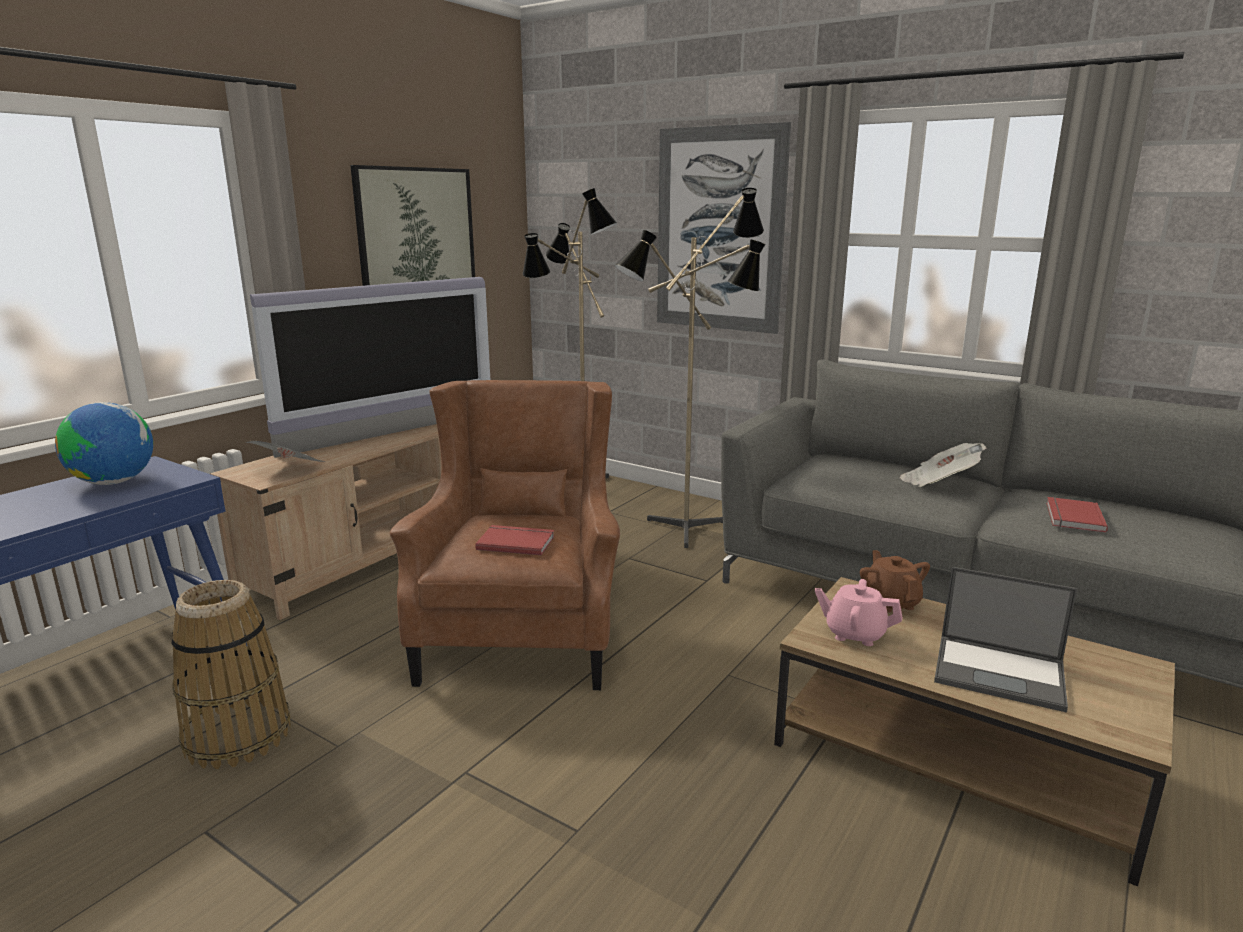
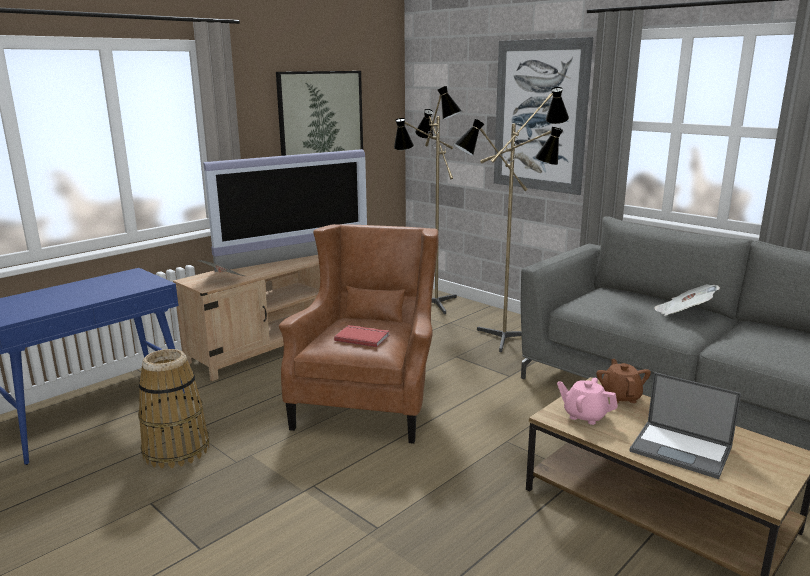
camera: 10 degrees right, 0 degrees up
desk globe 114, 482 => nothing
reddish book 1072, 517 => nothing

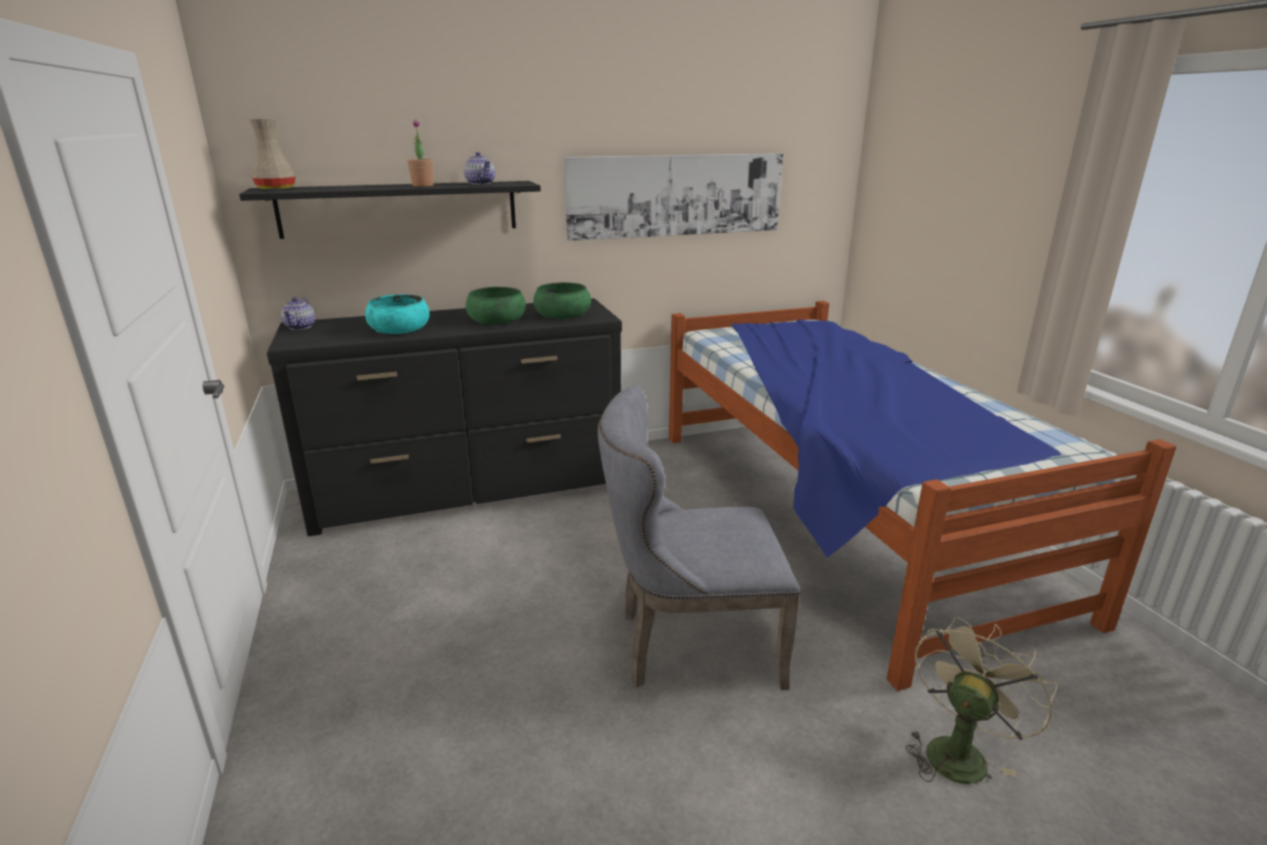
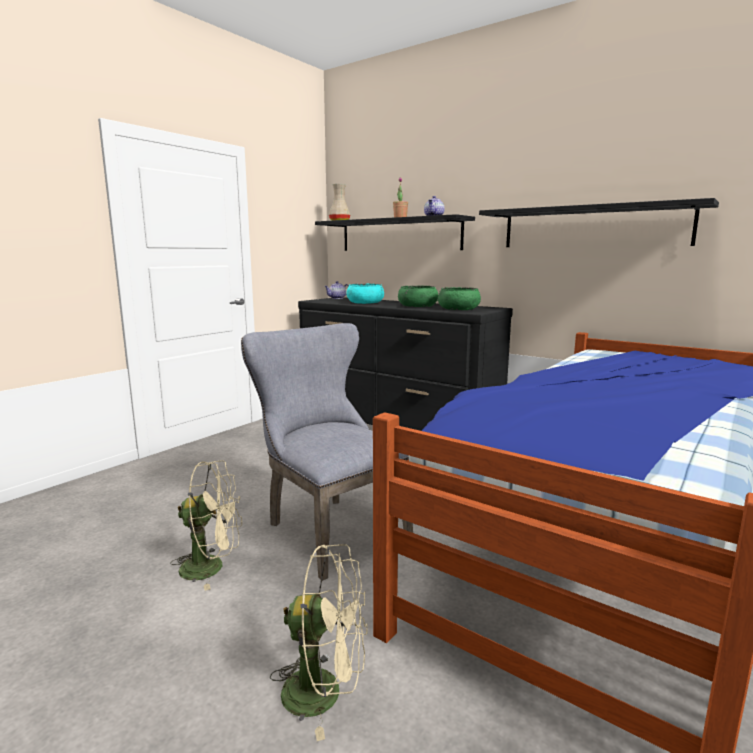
camera: 55 degrees right, 10 degrees down
wall art 676, 195 => black shelf 593, 227
nothing => beige-coloured electric fan 212, 567

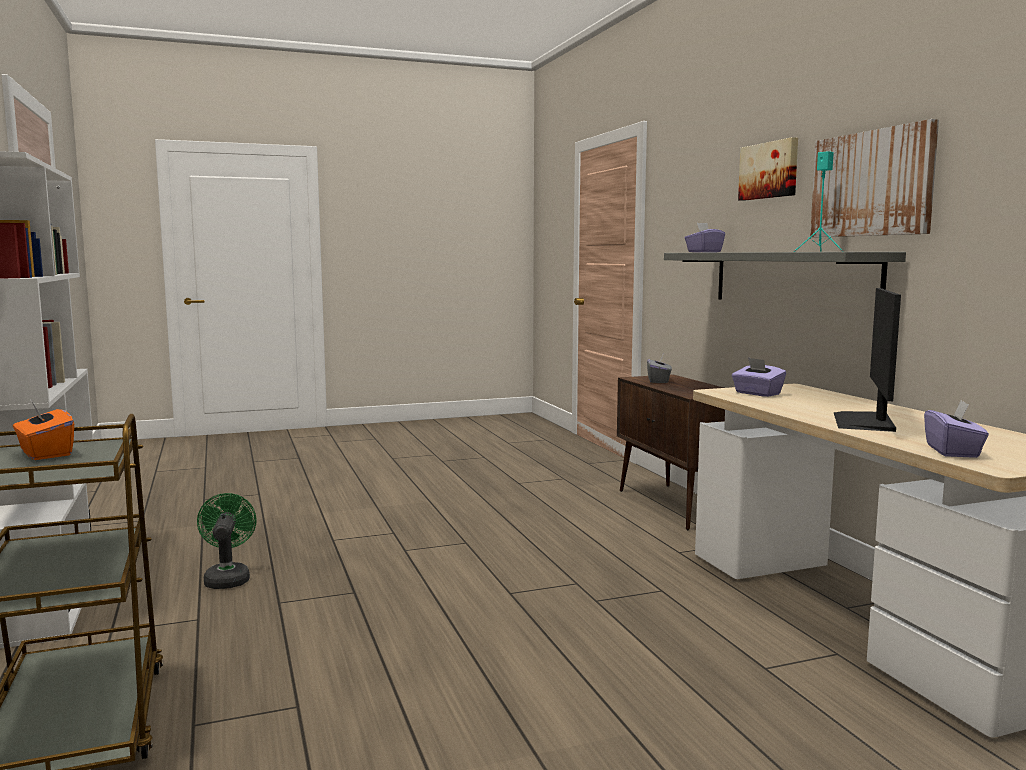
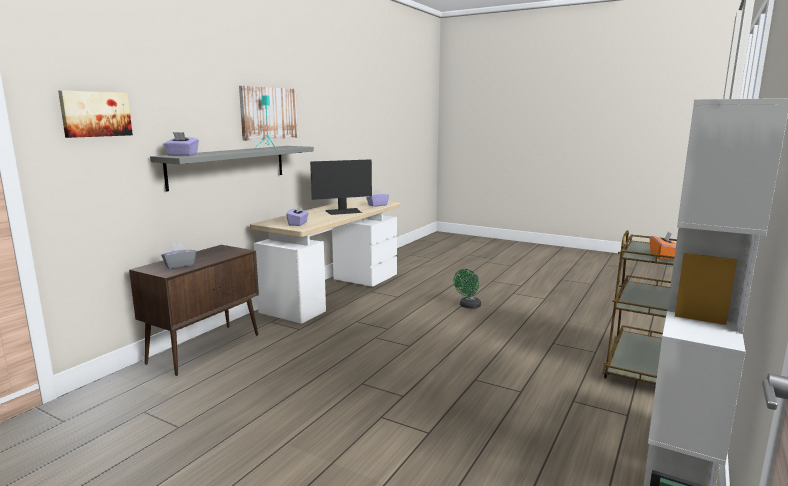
camera: 130 degrees left, 5 degrees up
greenish electric fan 227, 578 => greenish electric fan 468, 306, shifted
wall art 769, 170 => wall art 95, 114, shifted

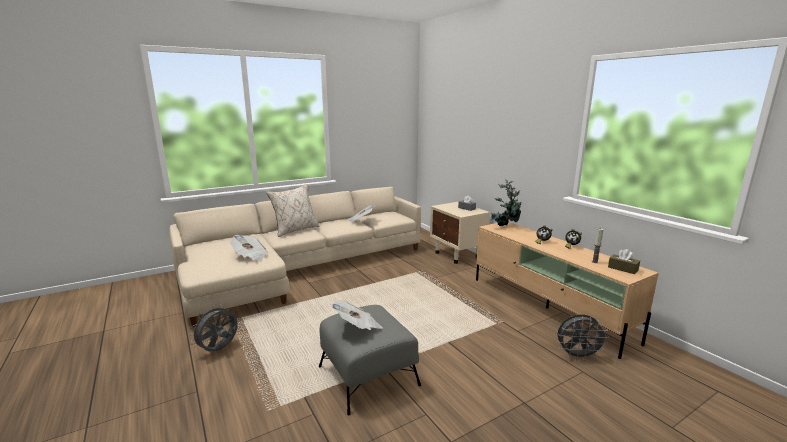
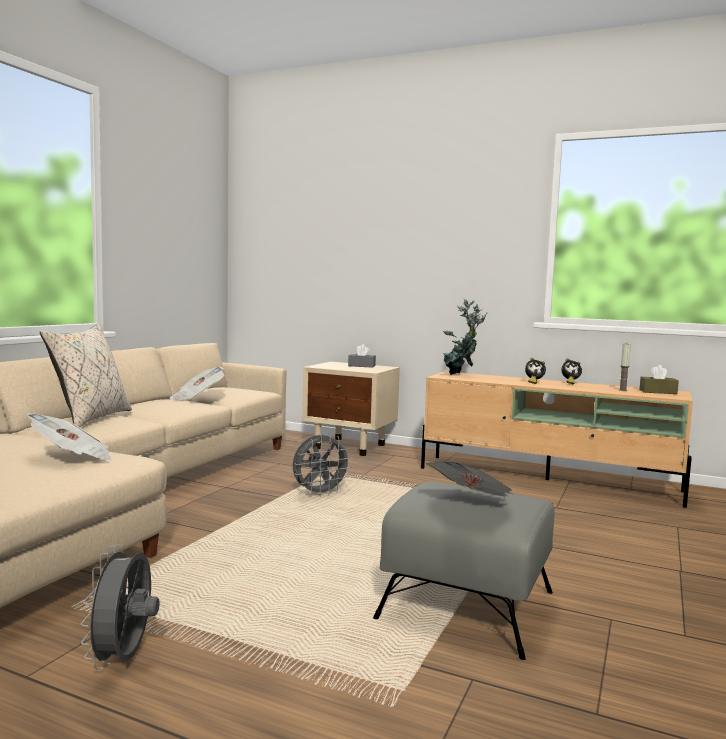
camera: 35 degrees left, 10 degrees down
gray electric fan 577, 356 => gray electric fan 320, 494, shifted

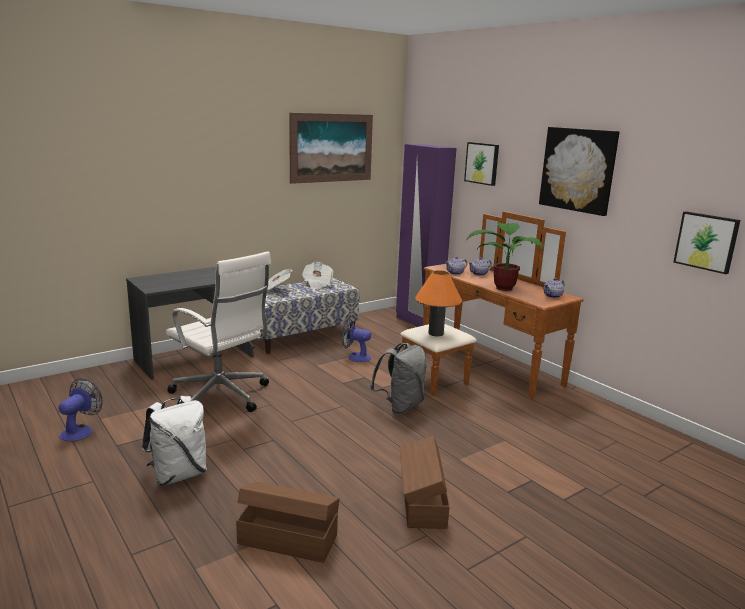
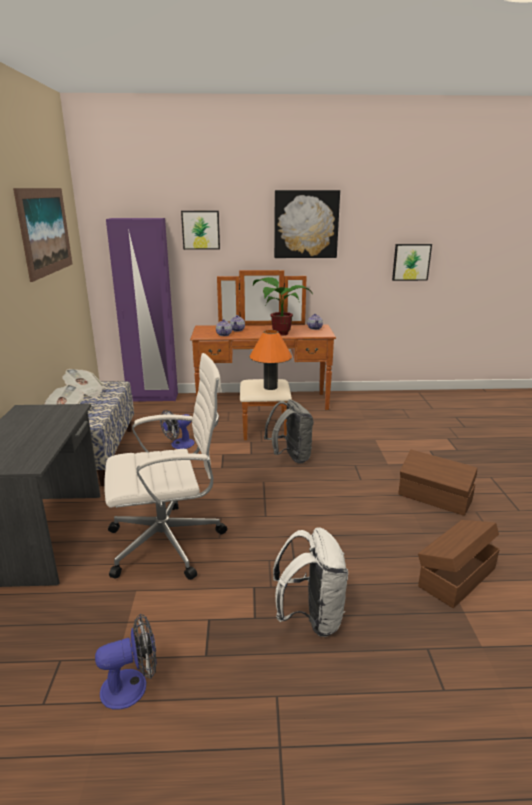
camera: 55 degrees left, 5 degrees up
electric fan 80, 431 => electric fan 132, 686, 105 degrees clockwise

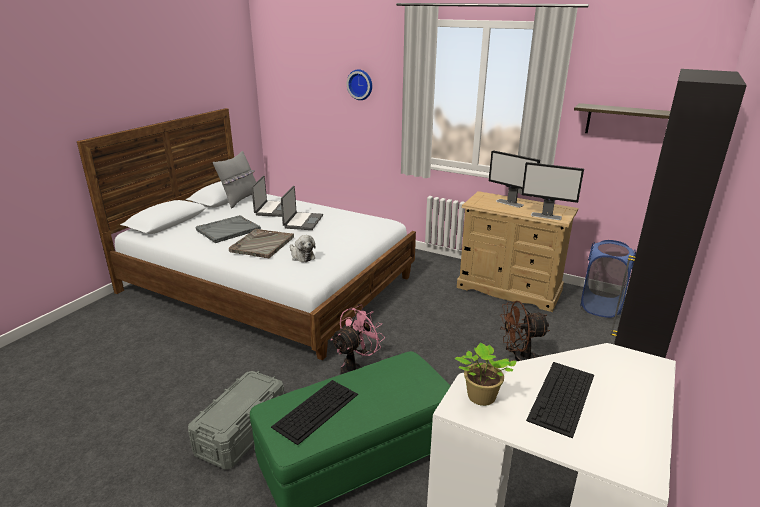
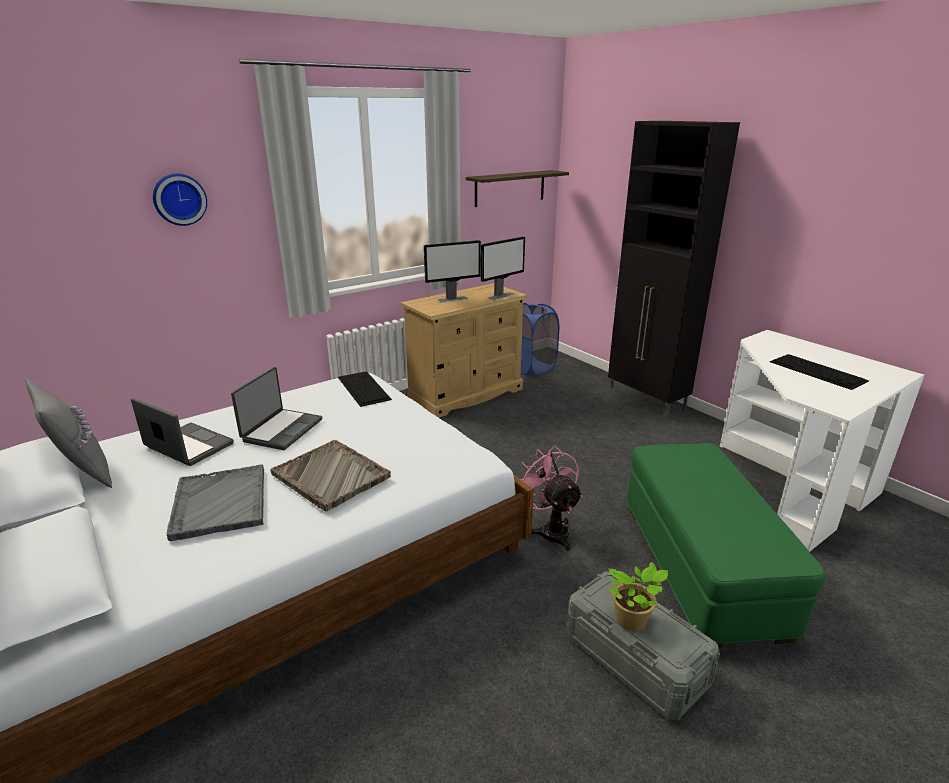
camera: 65 degrees left, 0 degrees up
computer keyboard 316, 409 => computer keyboard 363, 388, shifted
laptop 302, 222 => laptop 281, 430, 75 degrees clockwise
cuddly toy 302, 256 => nothing
plant in a pot 480, 398 => plant in a pot 632, 622, shifted
brownish electric fan 518, 360 => nothing

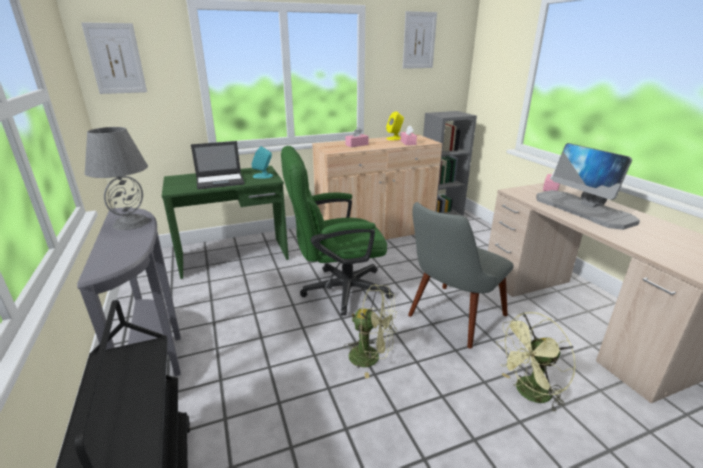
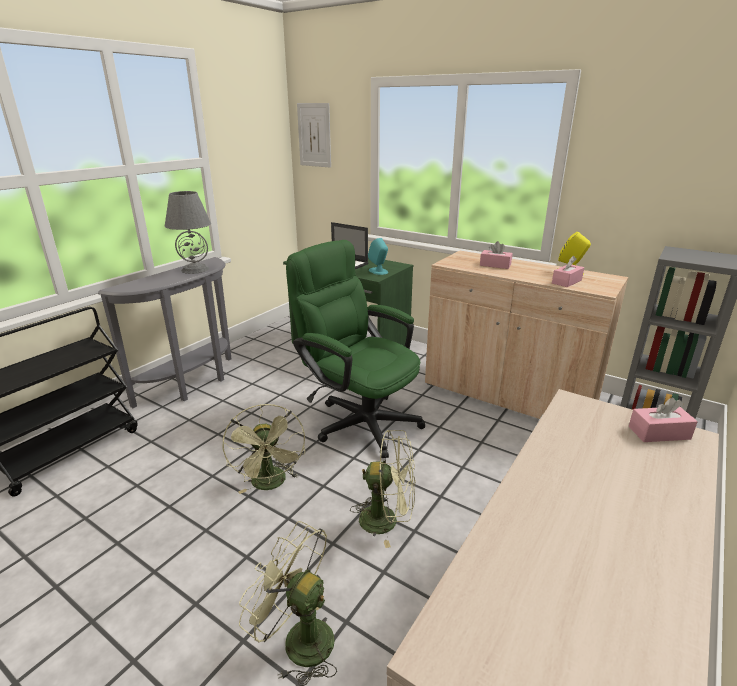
camera: 55 degrees right, 0 degrees up
wall art 419, 40 => nothing
gray chair 450, 320 => greenish electric fan 387, 520
monitor 583, 210 => nothing

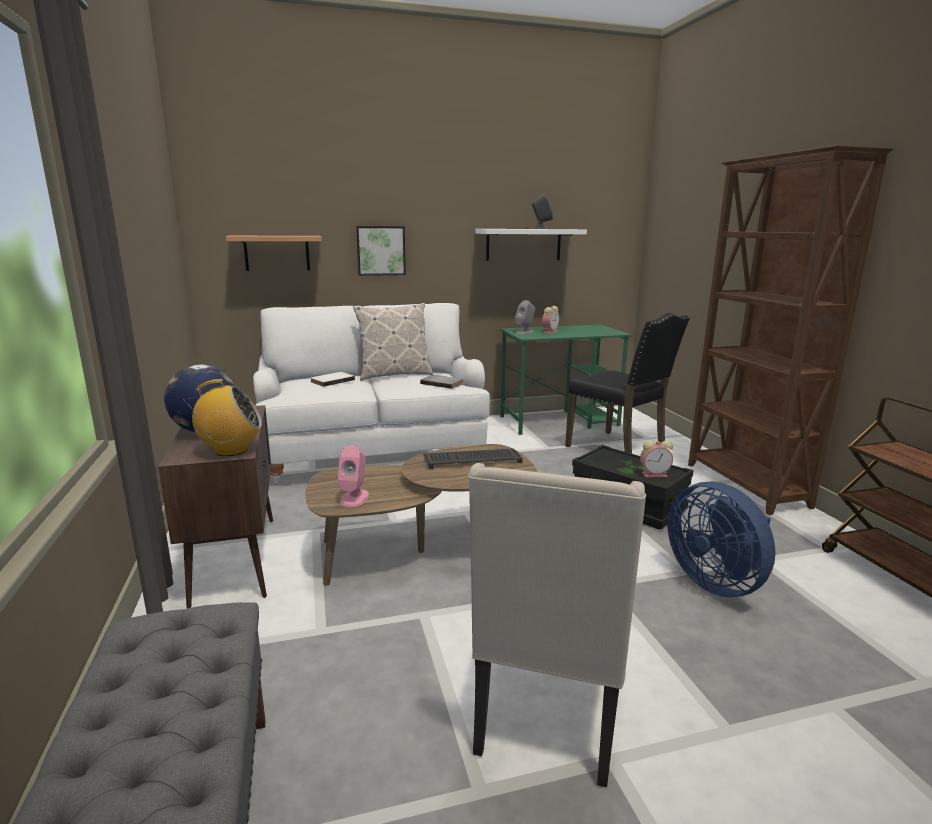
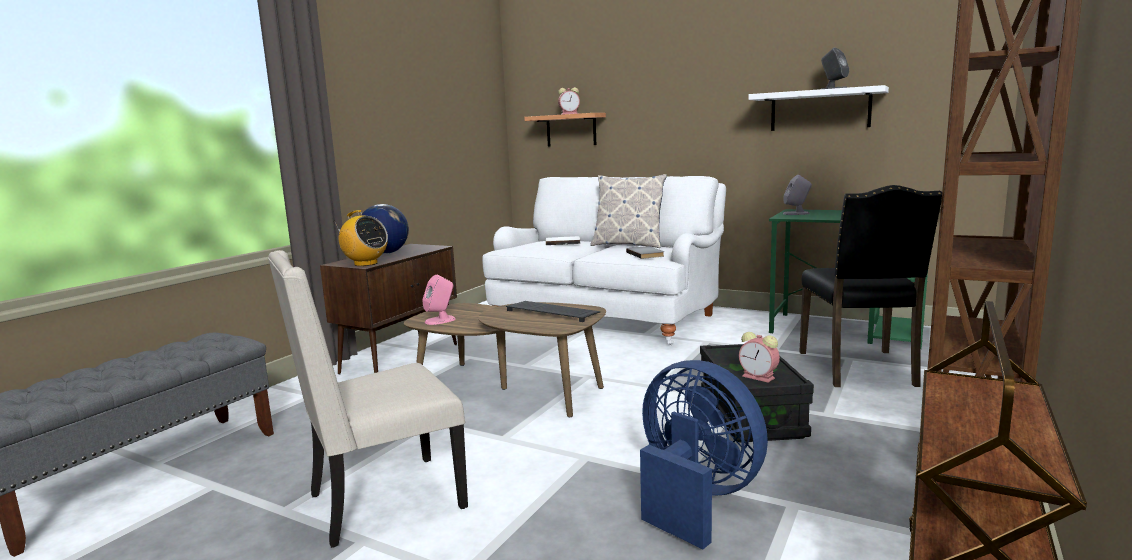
camera: 45 degrees right, 5 degrees down
wall art 380, 250 => nothing
alarm clock 550, 332 => alarm clock 570, 114, shifted
blue electric fan 716, 581 => blue electric fan 695, 498, 120 degrees clockwise

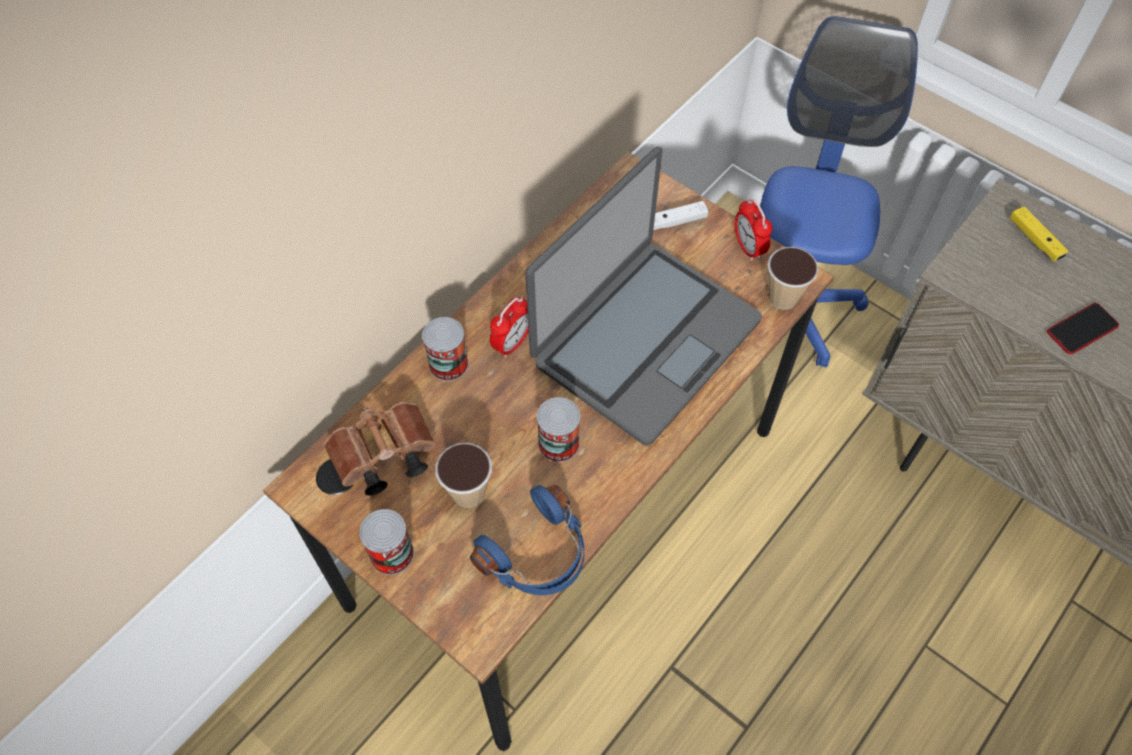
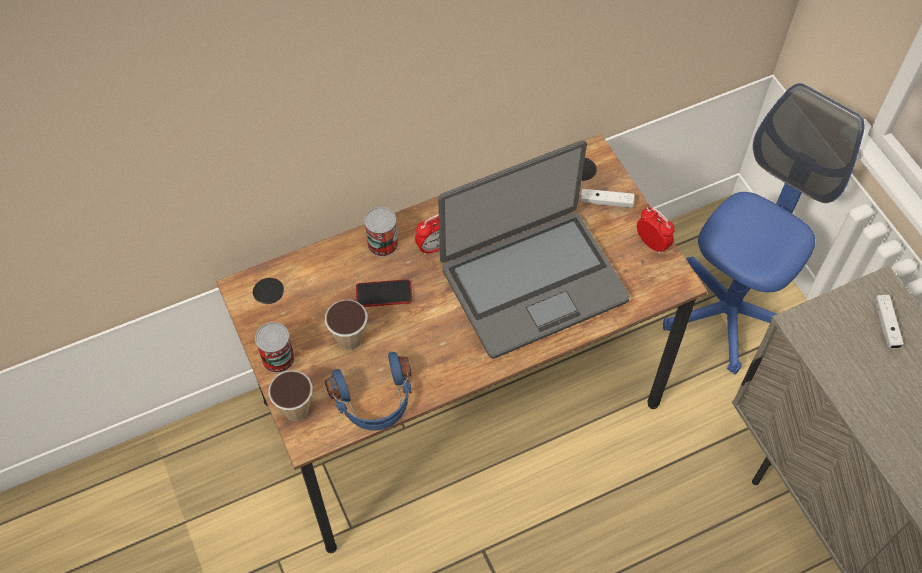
camera: 25 degrees right, 0 degrees up
brownish pair of binoculars 382, 458 => nothing
sealed can 558, 443 => nothing
alarm clock 748, 248 => alarm clock 652, 243, 135 degrees clockwise
small cup 783, 298 => small cup 296, 409, shifted
yellowish joypad 1035, 239 => whitish joypad 886, 325
telephone 1081, 329 => telephone 384, 294, shifted

